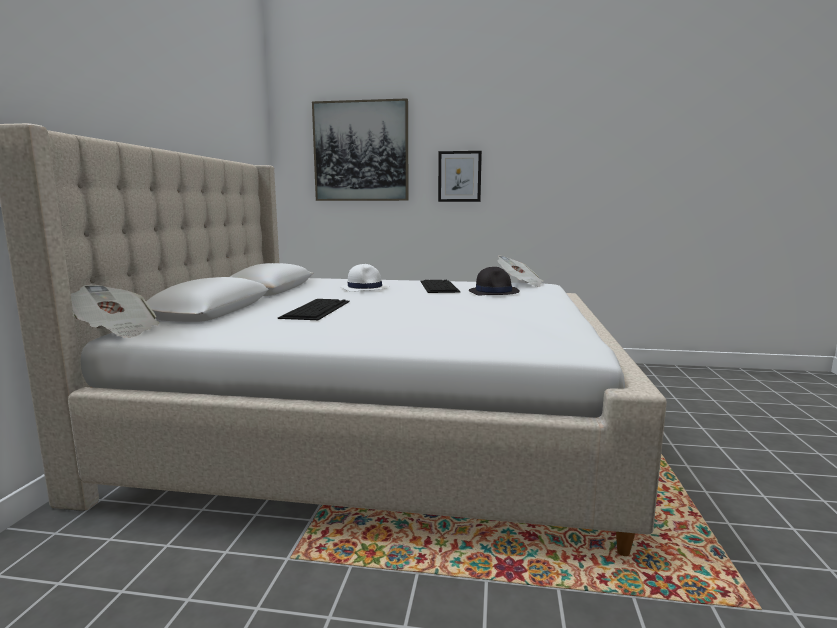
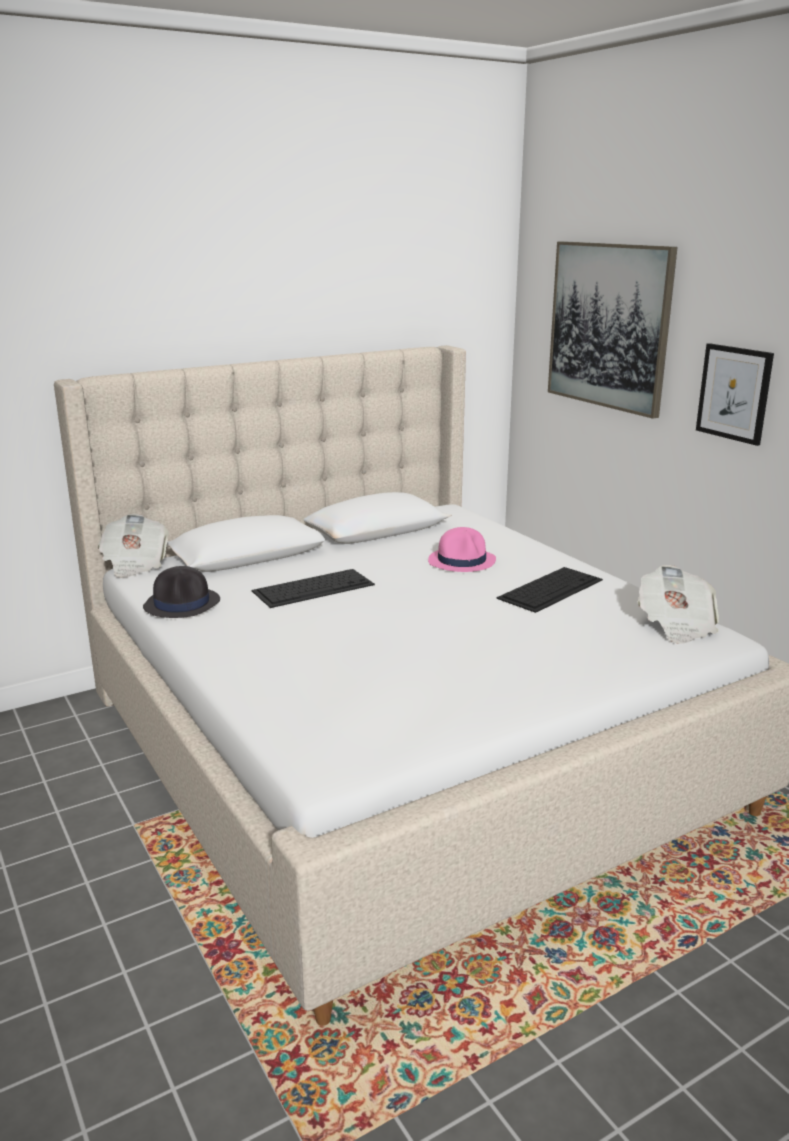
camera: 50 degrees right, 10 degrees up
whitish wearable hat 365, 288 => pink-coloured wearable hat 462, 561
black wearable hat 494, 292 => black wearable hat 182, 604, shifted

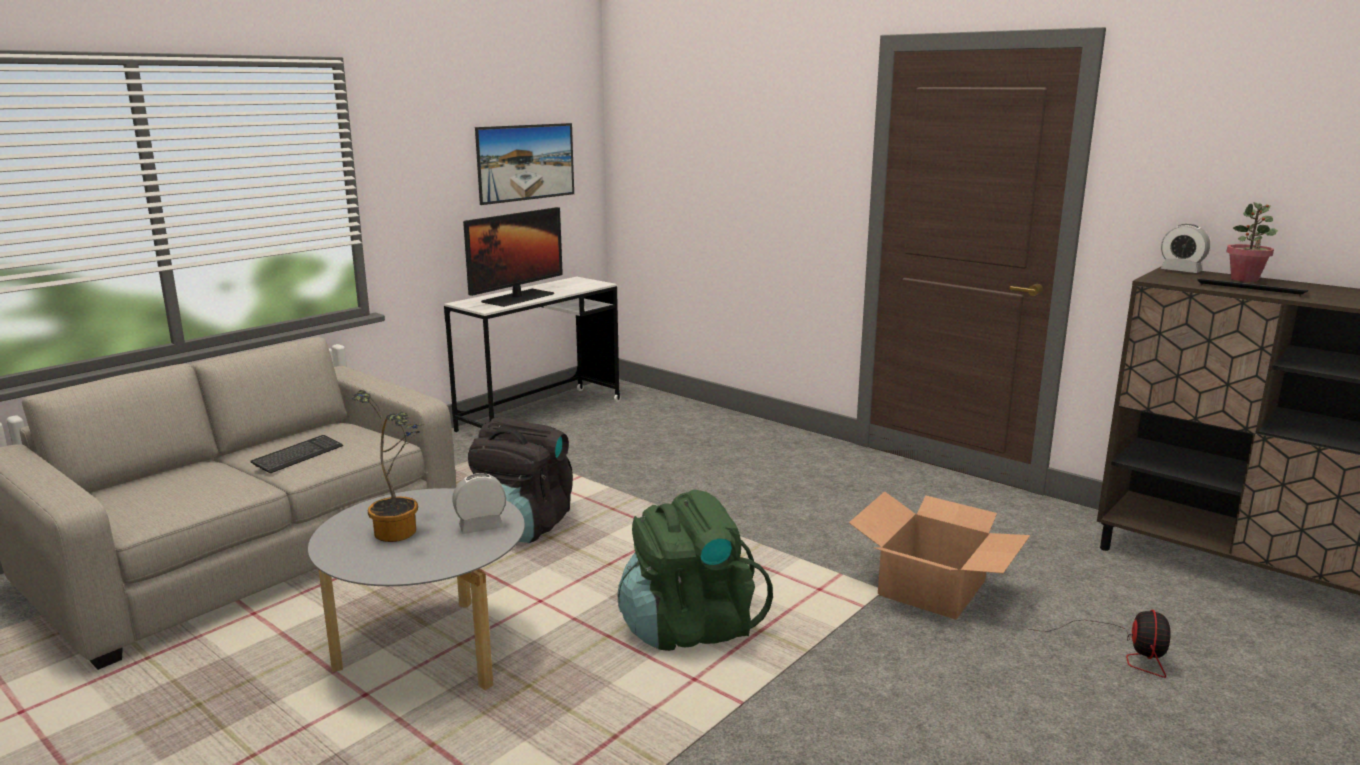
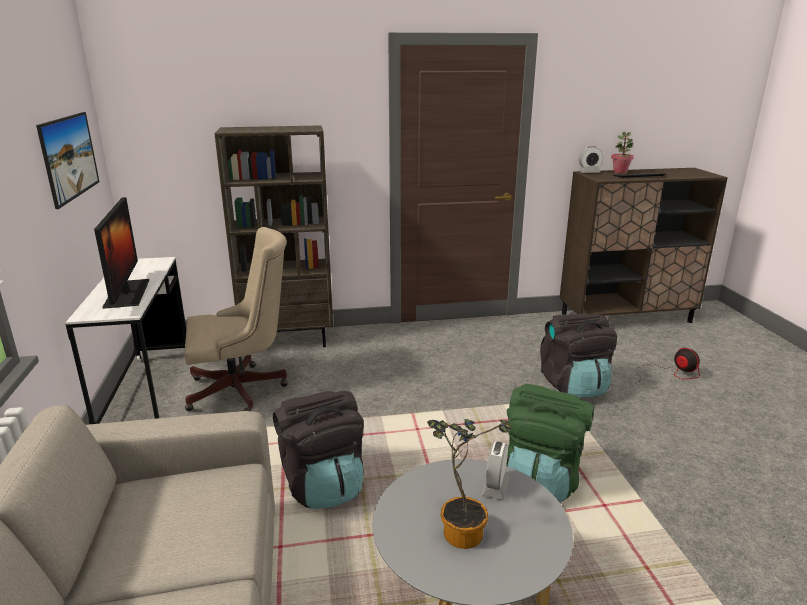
camera: 50 degrees left, 5 degrees up
computer keyboard 298, 456 => nothing
cardboard box 933, 588 => black rucksack 573, 385
nothing => beige-coloured office chair 242, 390
nothing => brownish shelving unit 289, 341

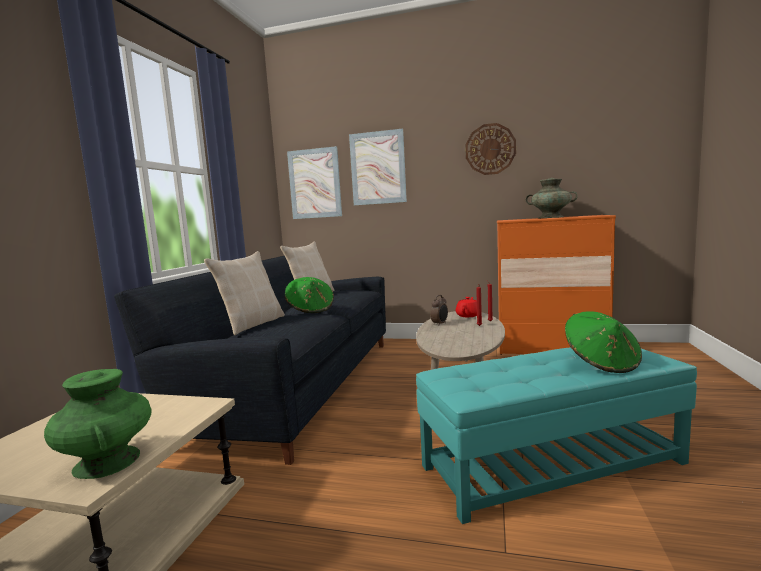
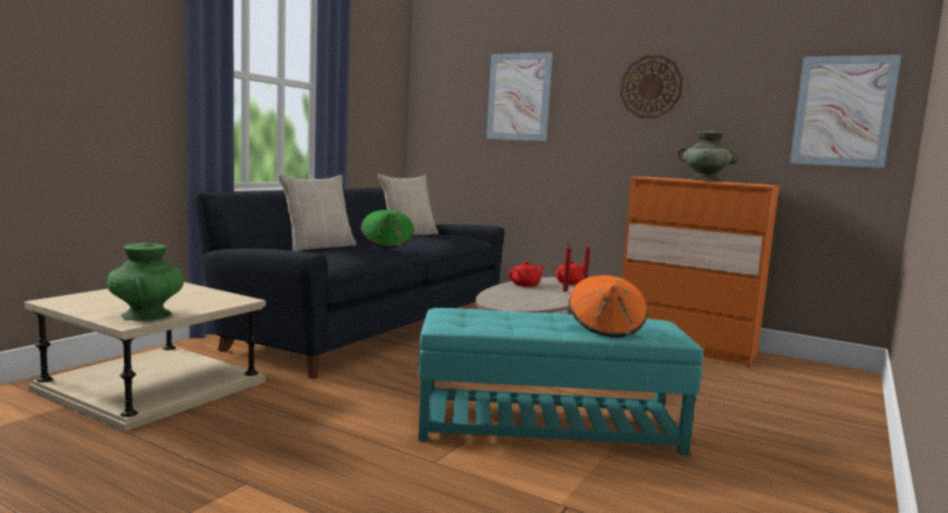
camera: 15 degrees right, 0 degrees up
wall art 315, 183 => wall art 843, 111, shifted
alarm clock 440, 324 => reddish pot for tea 526, 284
greenish wearable hat 601, 363 => orangey wearable hat 606, 329

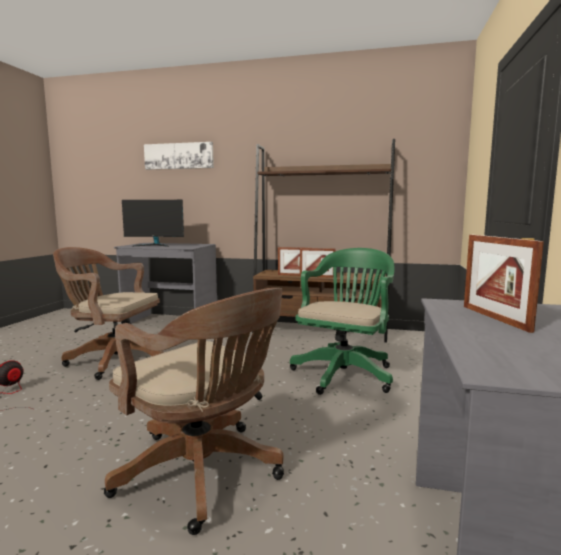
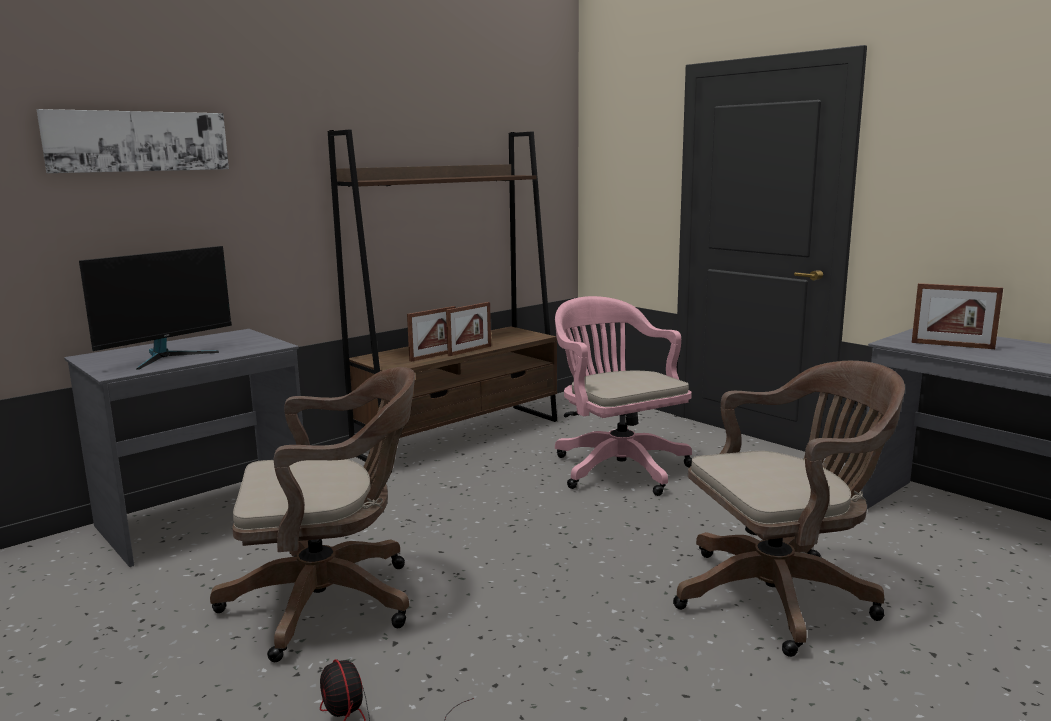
camera: 55 degrees left, 5 degrees up
brownish office chair 113, 360 => brownish office chair 332, 601, 150 degrees counterclockwise
greenish office chair 345, 373 => pink-coloured office chair 616, 467

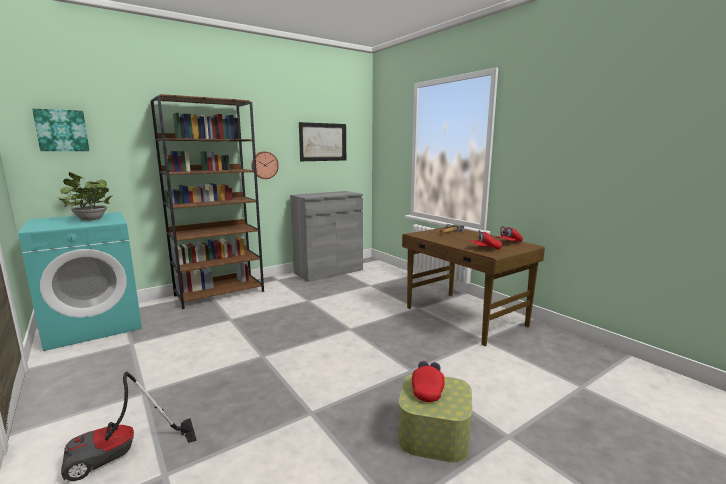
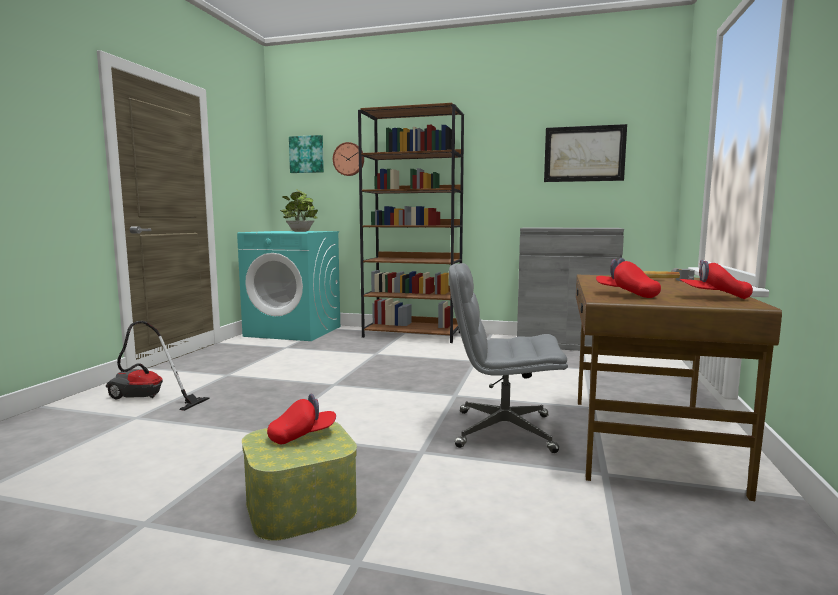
camera: 50 degrees right, 5 degrees down
clock on the wall 264, 165 => clock on the wall 349, 159, shifted
nothing => gray office chair 502, 431

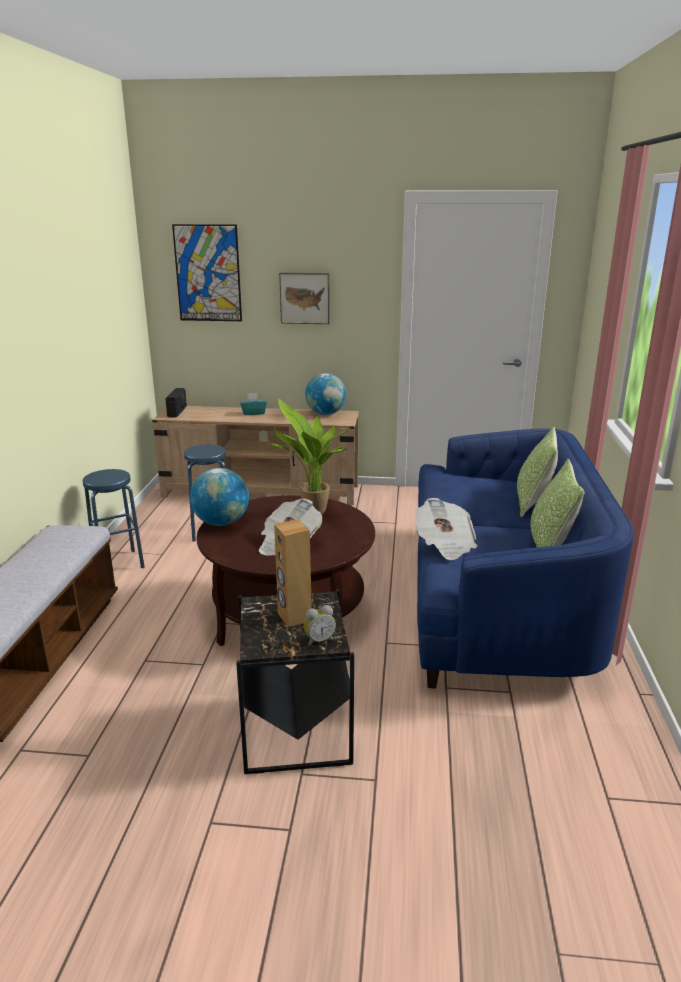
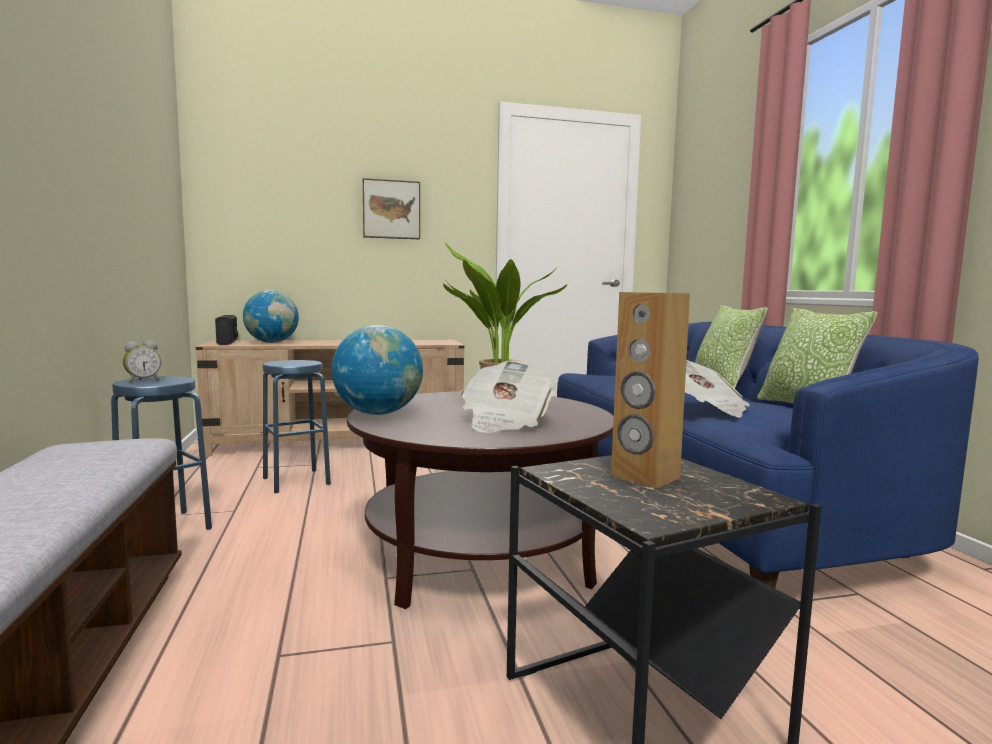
camera: 20 degrees left, 15 degrees down
wall art 208, 273 => nothing
turquoise-coloured box of tissues 253, 413 => nothing
alarm clock 319, 640 => alarm clock 142, 381, shifted
desk globe 326, 414 => desk globe 272, 342, shifted

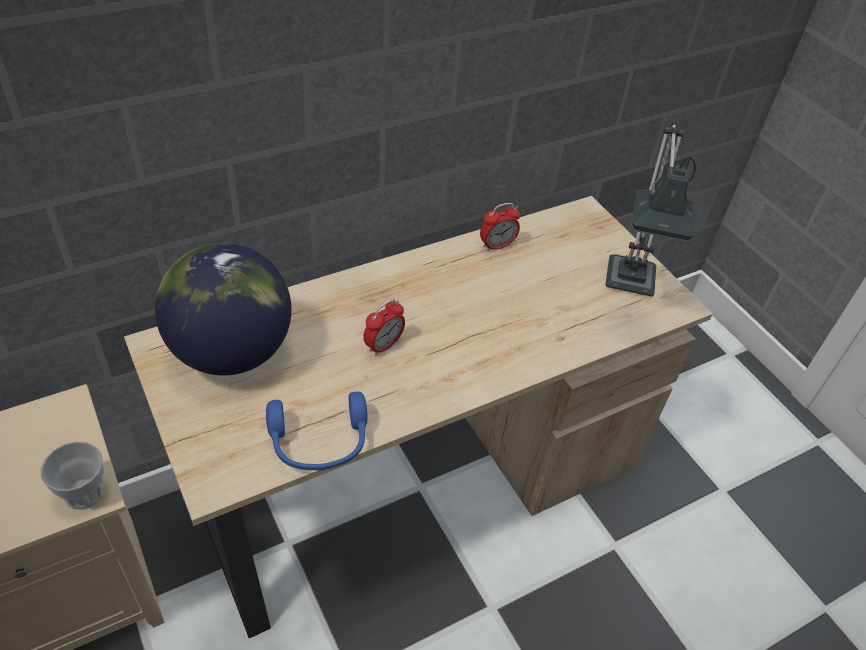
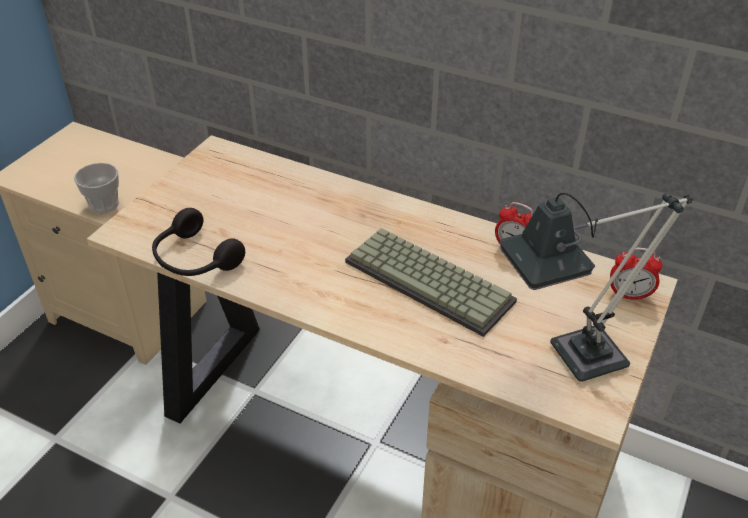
camera: 60 degrees right, 5 degrees down
desk globe 231, 352 => nothing
blue headphones 319, 443 => black headphones 194, 259
alarm clock 383, 345 => alarm clock 629, 295, shifted
nothing => computer keyboard 431, 280

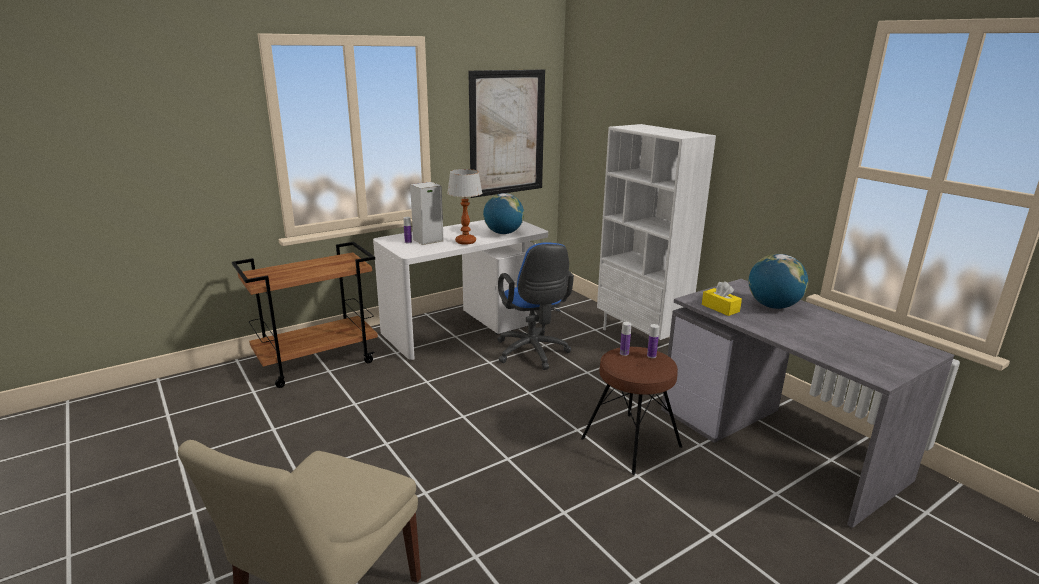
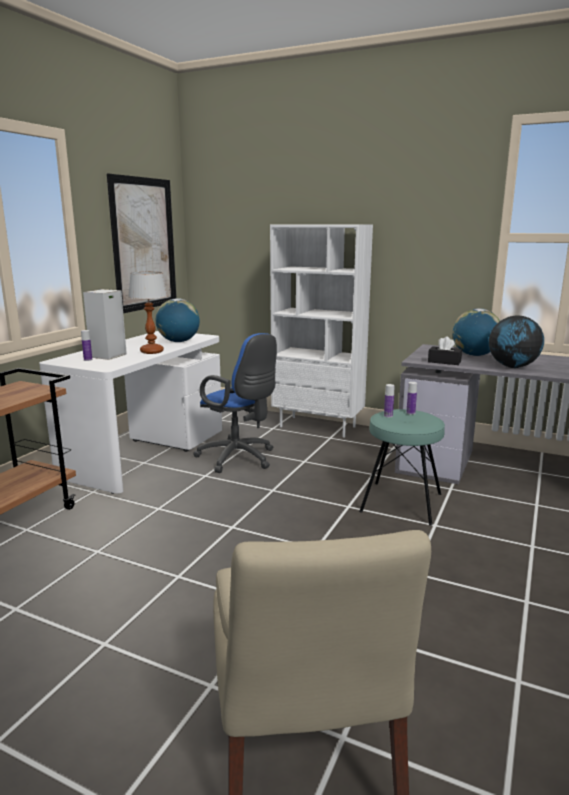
camera: 30 degrees left, 5 degrees down
brownish sitting stool 631, 442 => turquoise-coloured sitting stool 401, 502
yellowish box of tissues 720, 308 => black box of tissues 444, 362
nothing => desk globe 513, 366

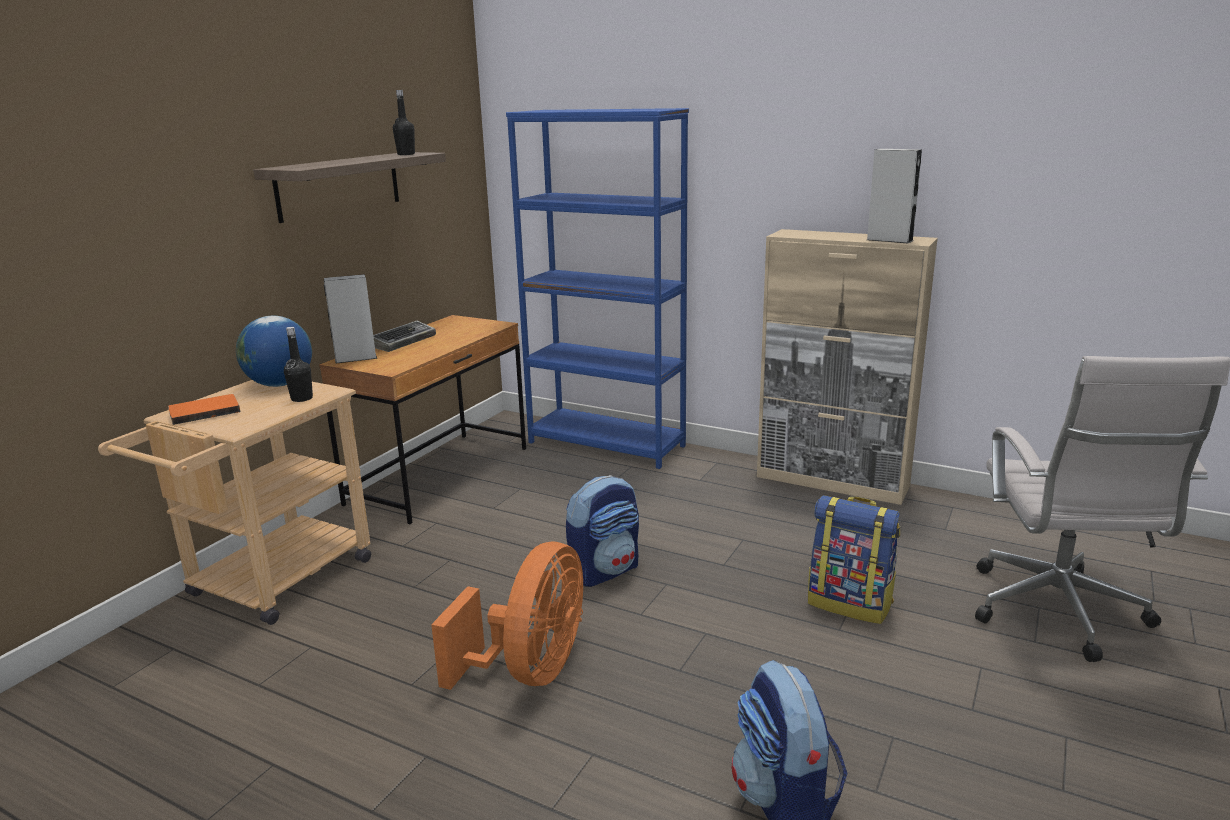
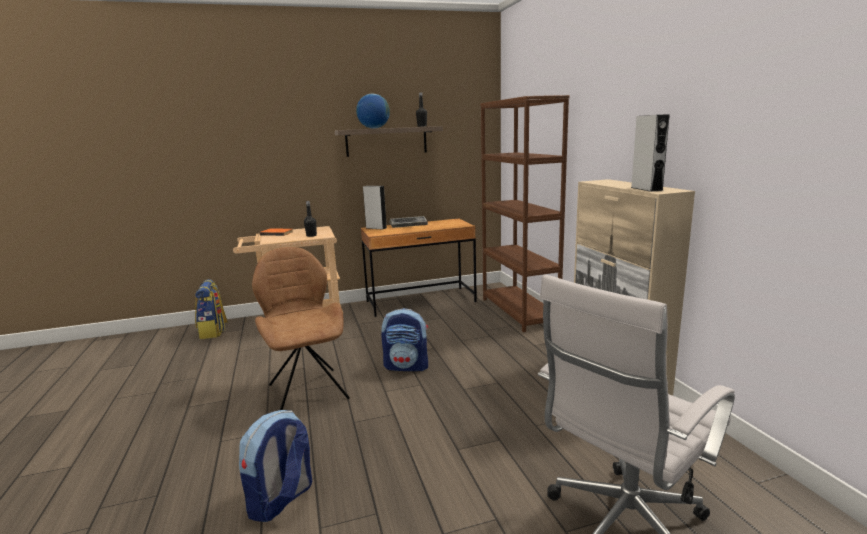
camera: 45 degrees right, 5 degrees down
desk globe 280, 384 => desk globe 374, 128, shifted
orangey electric fan 530, 670 => brownish chair 307, 390
blue shelving unit 606, 444 => brownish shelving unit 519, 312
rucksack 850, 603 => rucksack 213, 332, shifted

